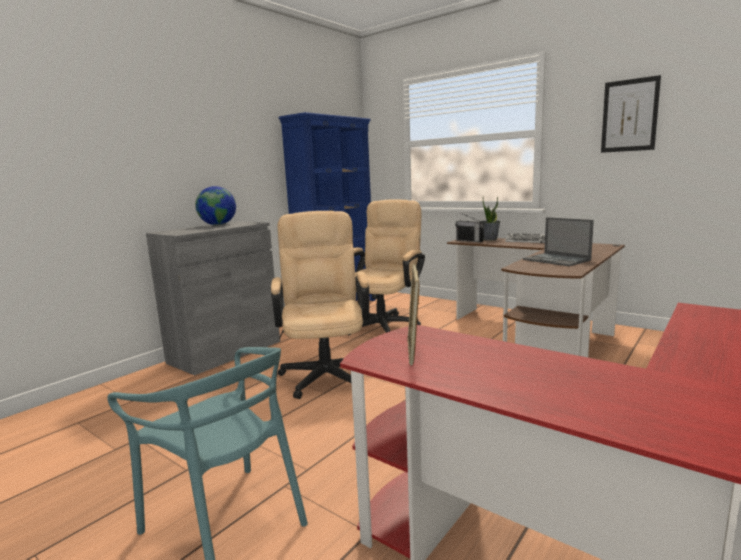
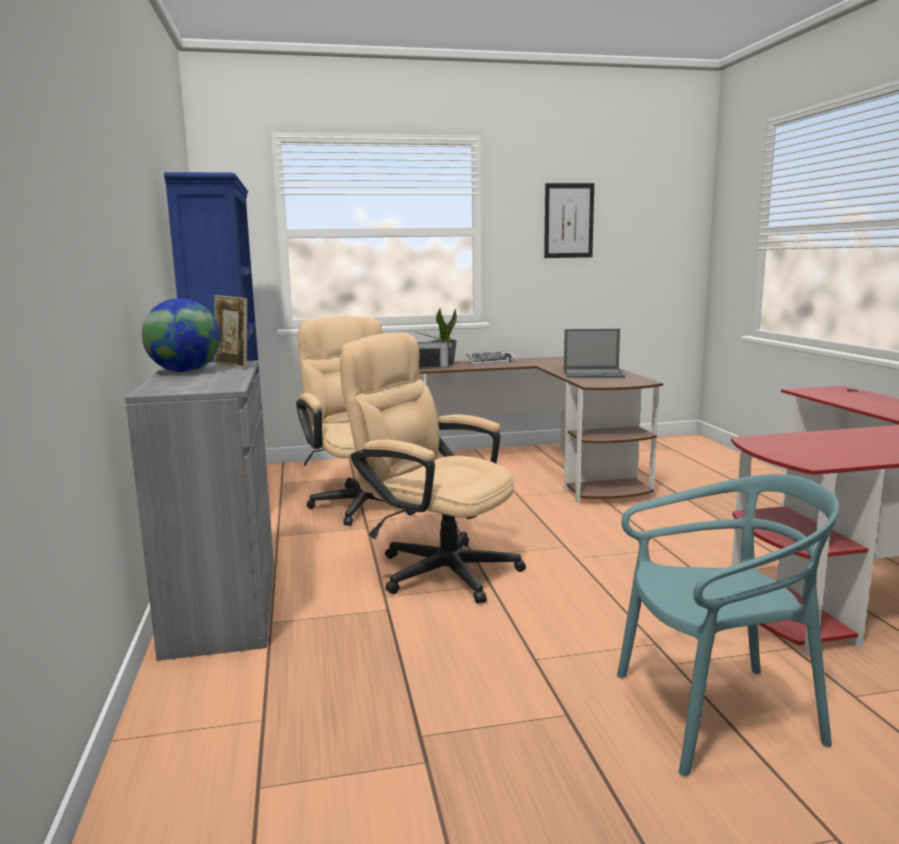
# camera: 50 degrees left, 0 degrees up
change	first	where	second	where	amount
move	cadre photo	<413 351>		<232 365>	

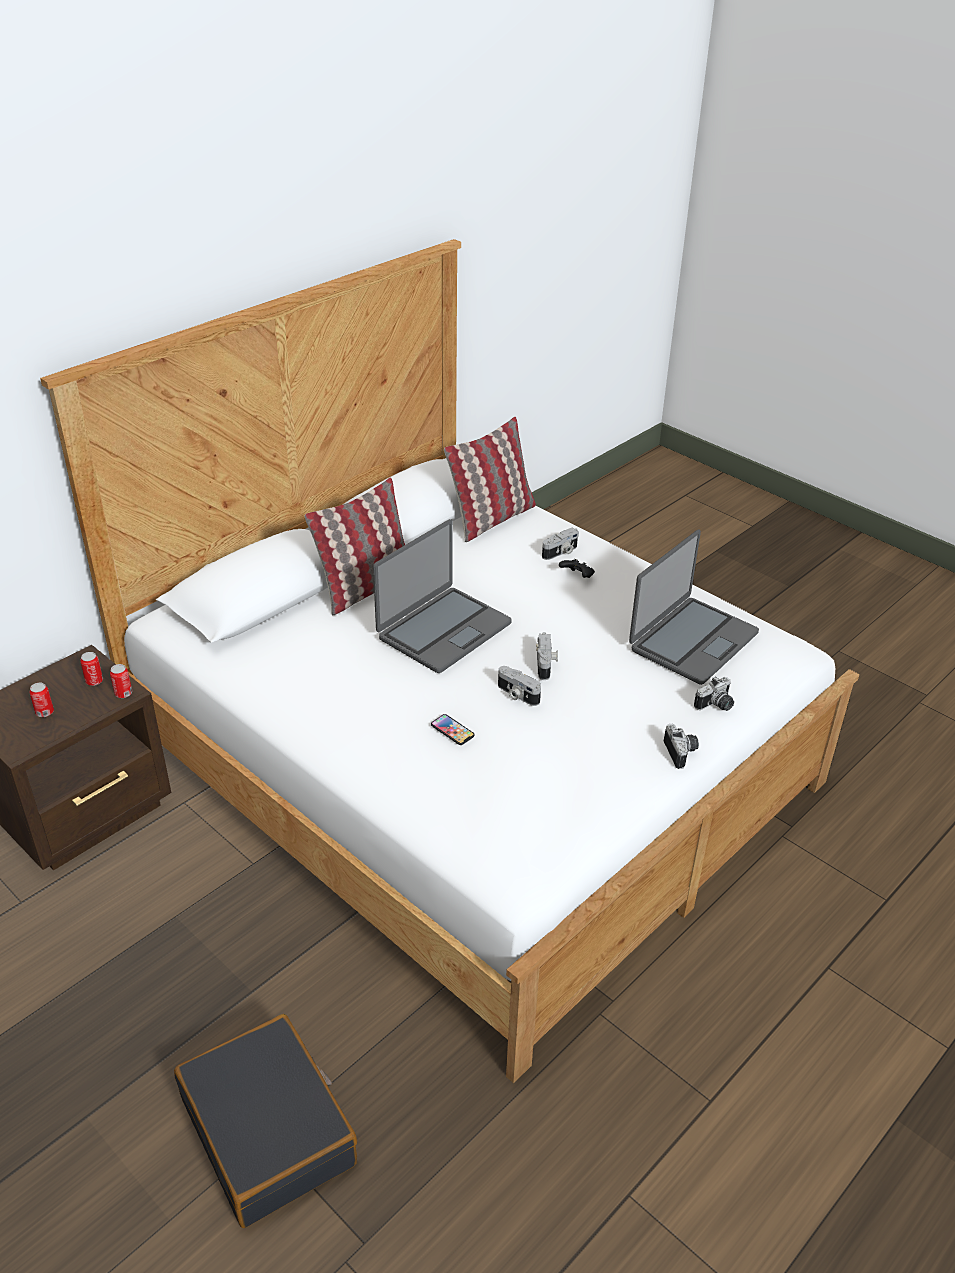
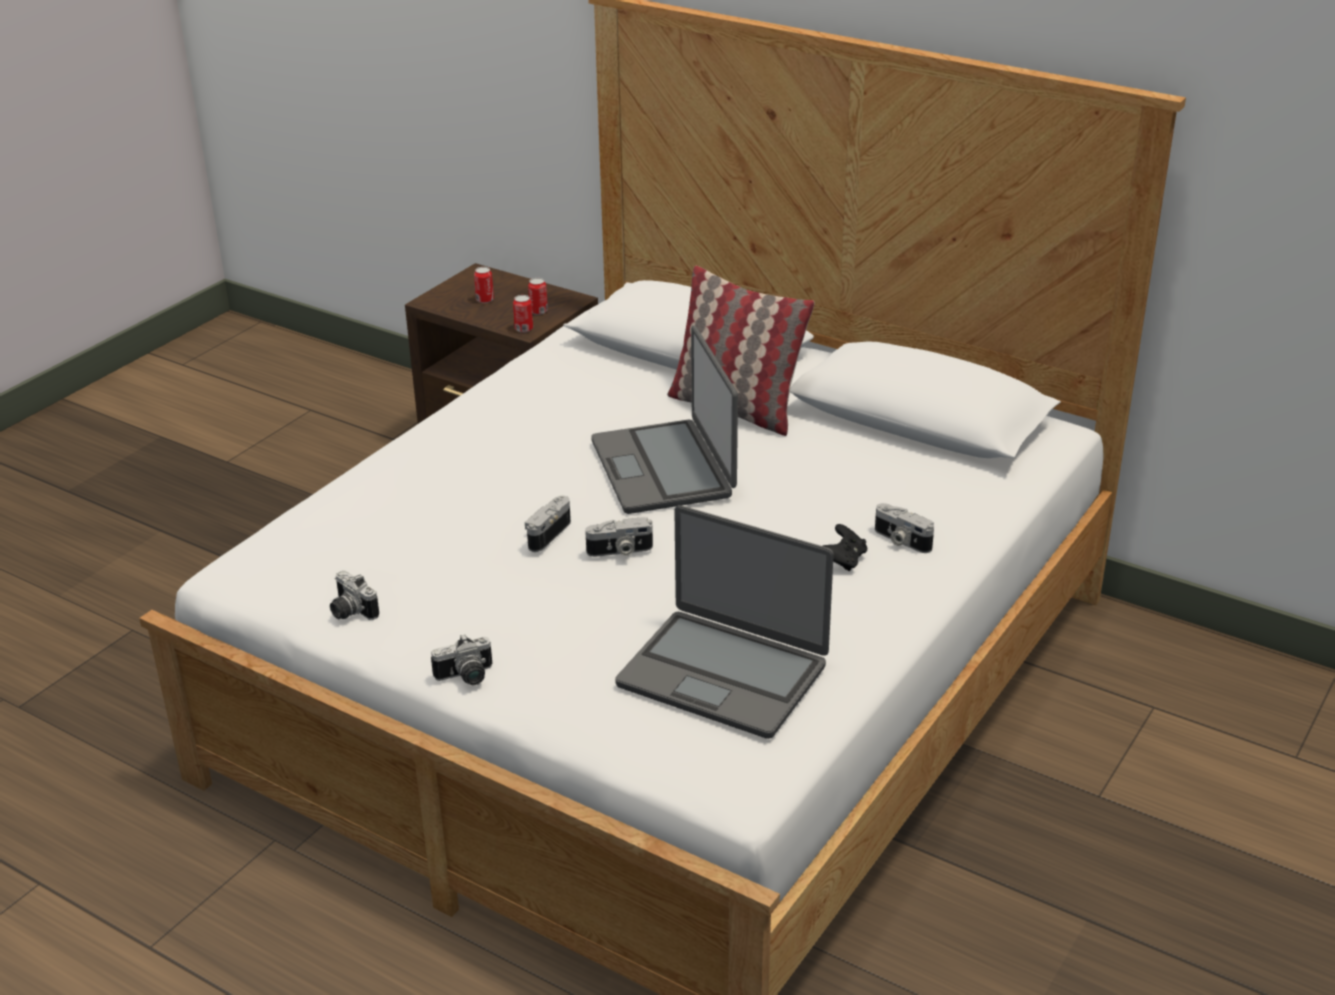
# camera: 80 degrees right, 5 degrees down
change	first	where	second	where	amount
delete	valise/noir	<269 1131>			
rotate	ordinateur portable	<443 630>		<664 468>	45 degrees clockwise
delete	téléphone	<452 730>			
delete	coussin	<491 519>			
move	appareil photo	<716 706>		<349 611>	

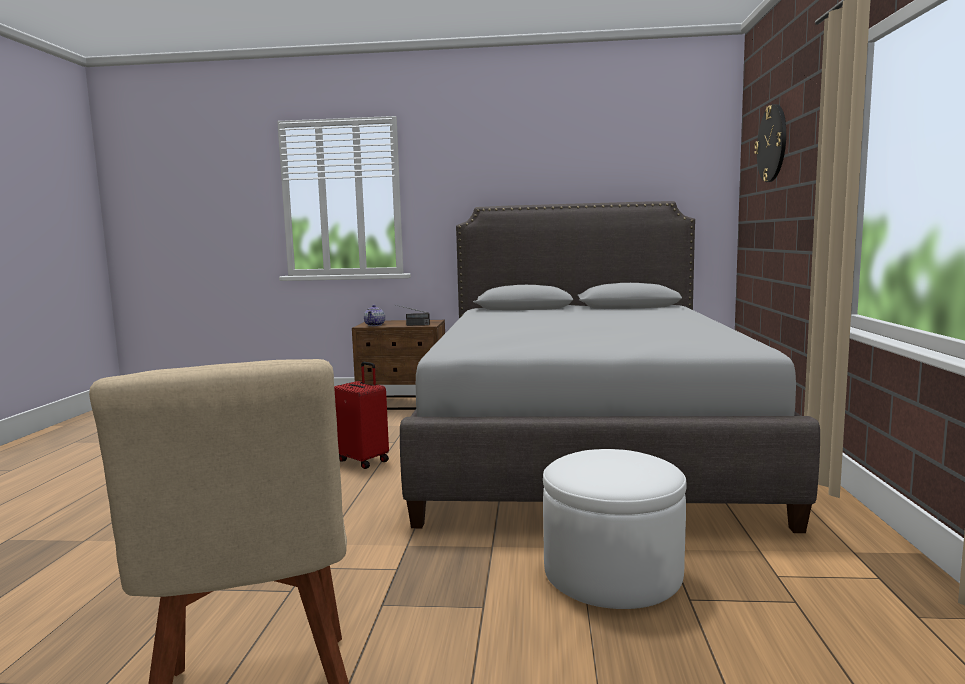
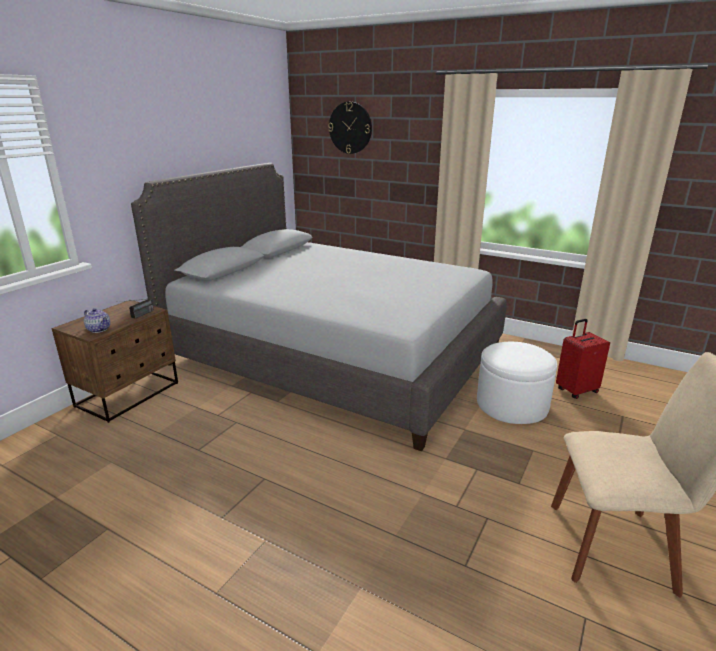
# camera: 65 degrees left, 15 degrees up
change	first	where	second	where	amount
move	valise/rouge	<363 460>		<576 390>	

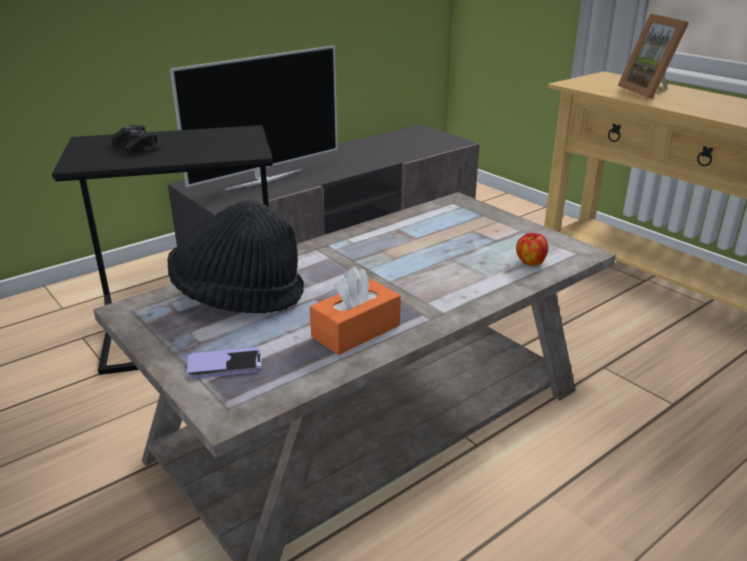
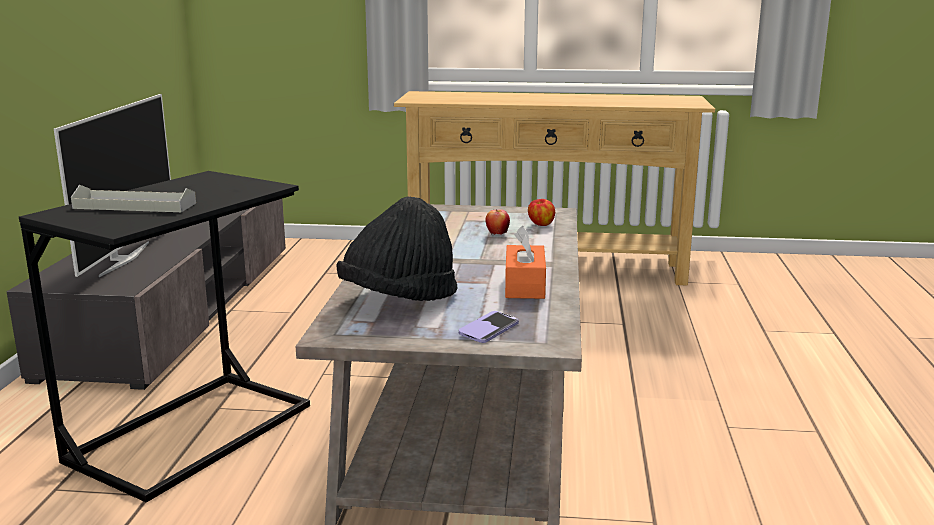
# camera: 45 degrees left, 10 degrees down
change	first	where	second	where	amount
replace	manette/noir	<136 146>	plateau/gris	<135 206>	
delete	cadre photo	<650 91>			
insert			pomme	<497 234>	

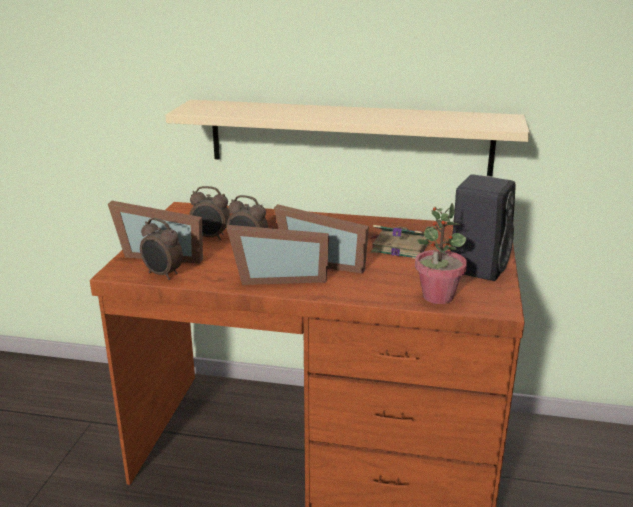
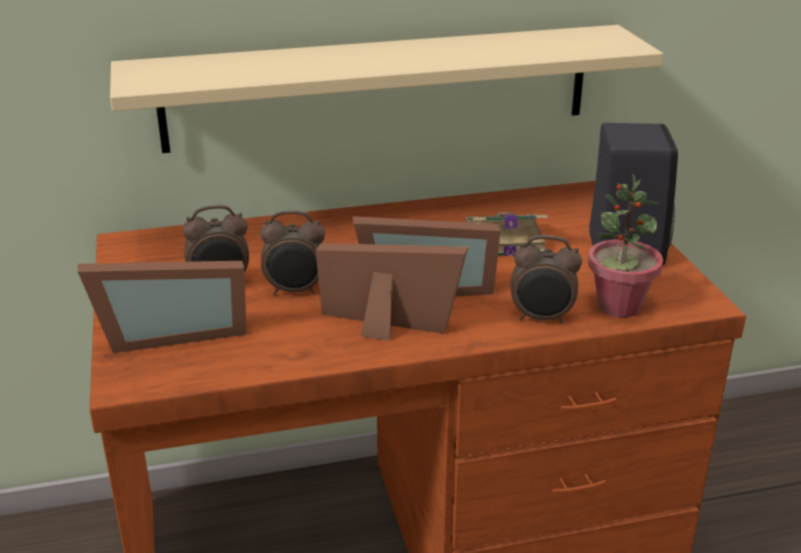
# camera: 25 degrees left, 5 degrees up
change	first	where	second	where	amount
move	réveil	<163 275>		<542 318>	
rotate	cadre photo	<279 277>		<387 328>	135 degrees counterclockwise

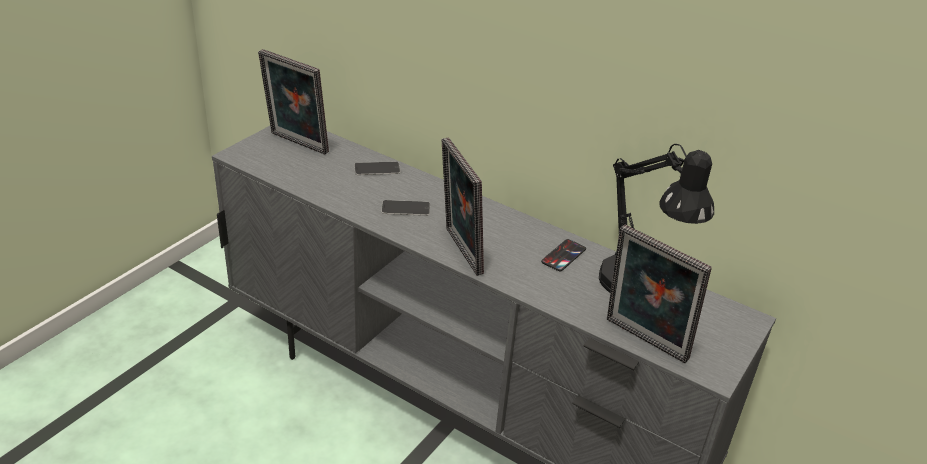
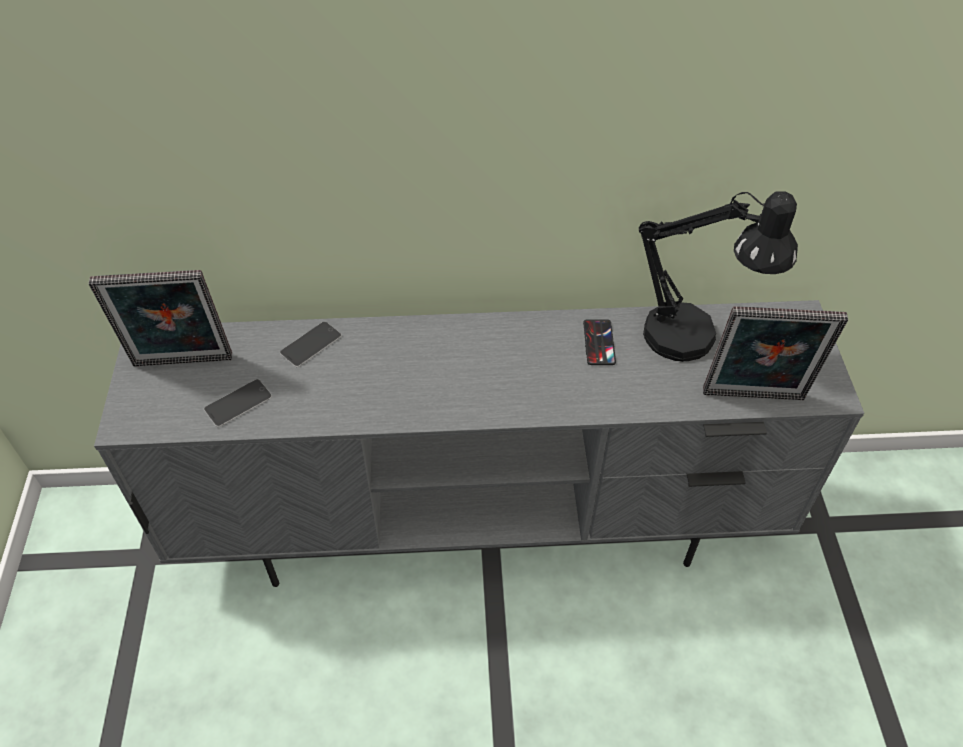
# camera: 35 degrees left, 15 degrees up
change	first	where	second	where	amount
move	téléphone	<405 208>		<238 403>	
delete	cadre photo	<459 252>			

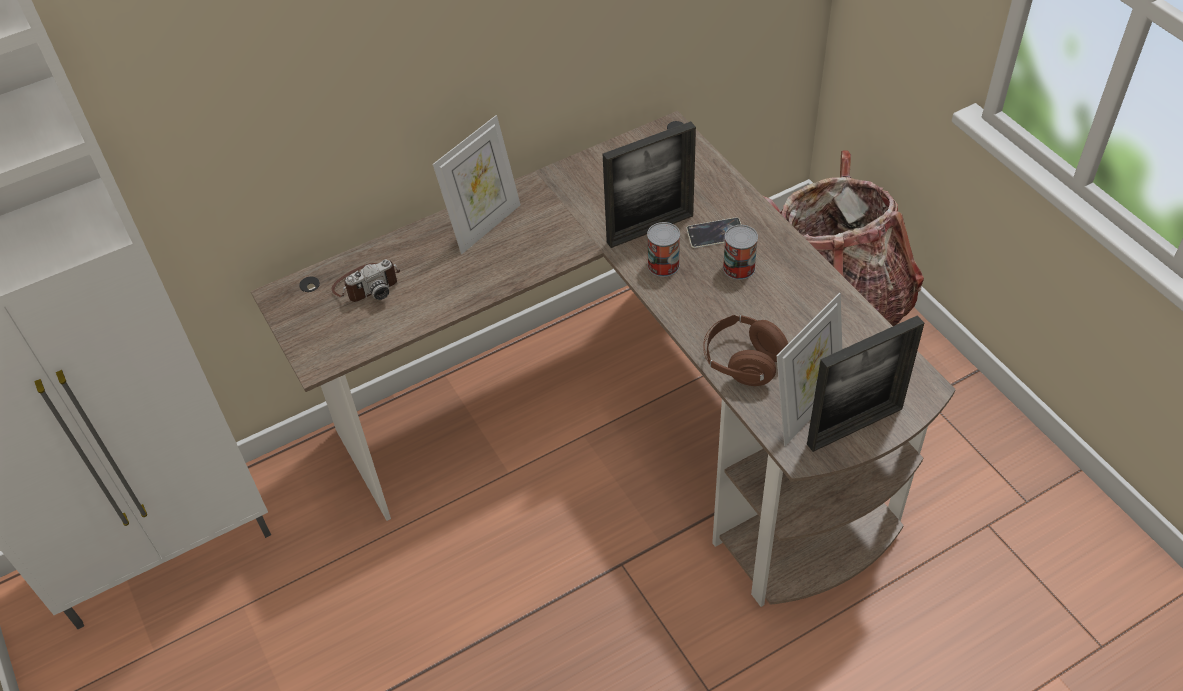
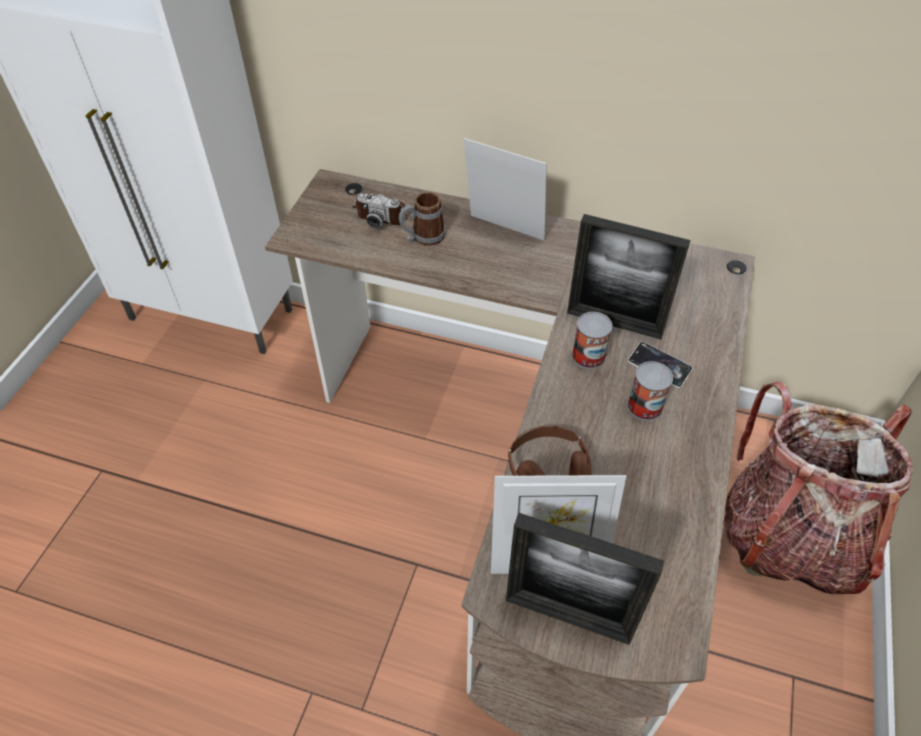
# camera: 45 degrees right, 0 degrees up
change	first	where	second	where	amount
rotate	cadre photo	<484 225>		<503 232>	150 degrees counterclockwise
insert			mug	<422 237>	

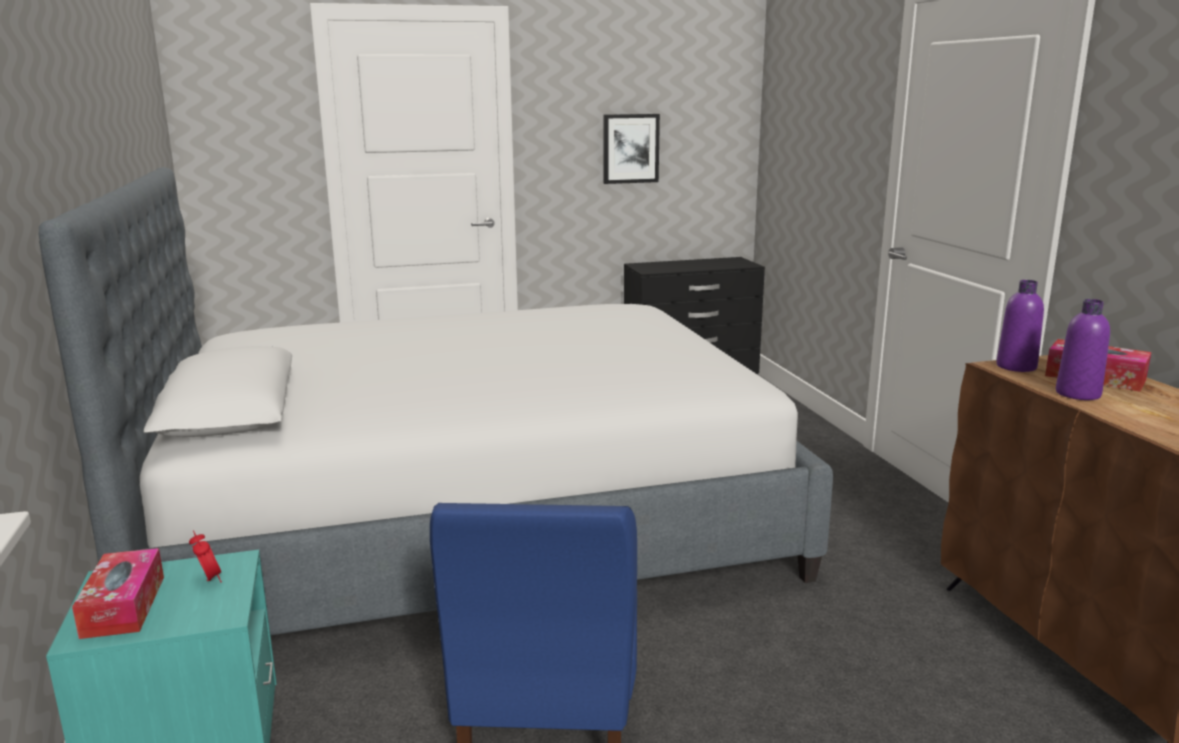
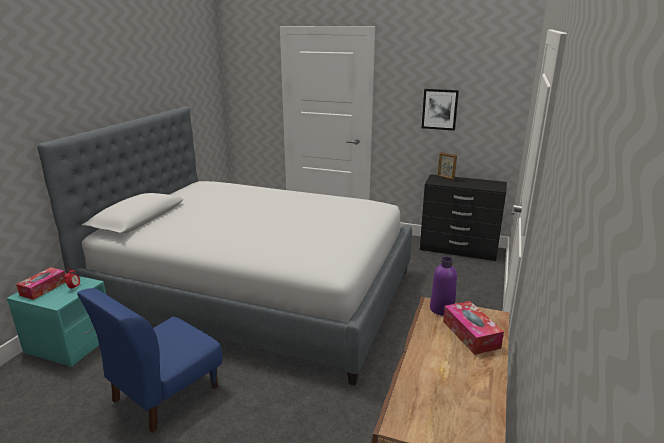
# camera: 35 degrees right, 5 degrees up
change	first	where	second	where	amount
delete	bouteille/violet	<1077 394>			
insert			cadre photo	<445 178>	

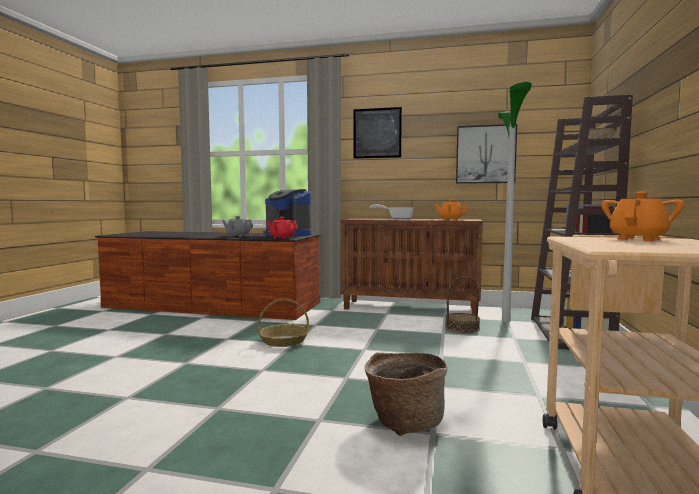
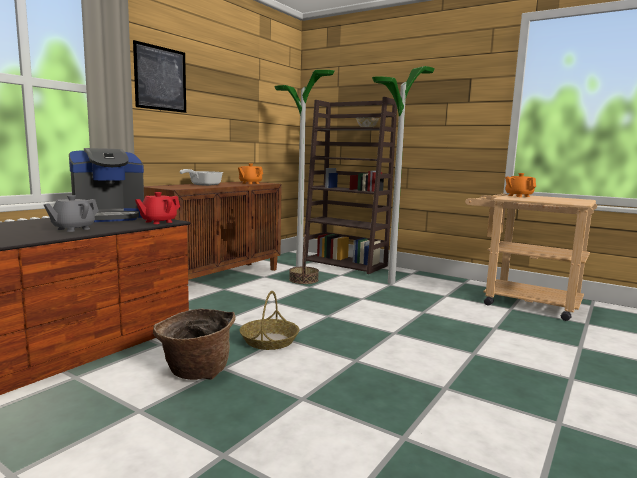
# camera: 70 degrees left, 5 degrees up
change	first	where	second	where	amount
move	panier	<404 422>		<195 372>	
delete	tableau	<485 154>			
insert			lampadaire	<391 282>	

